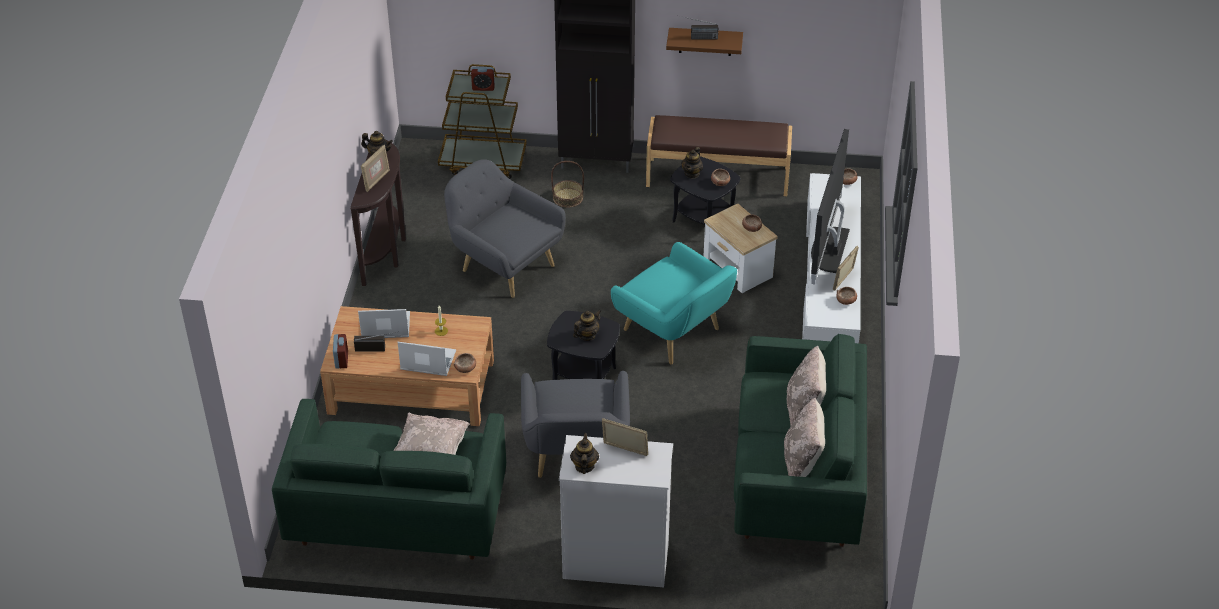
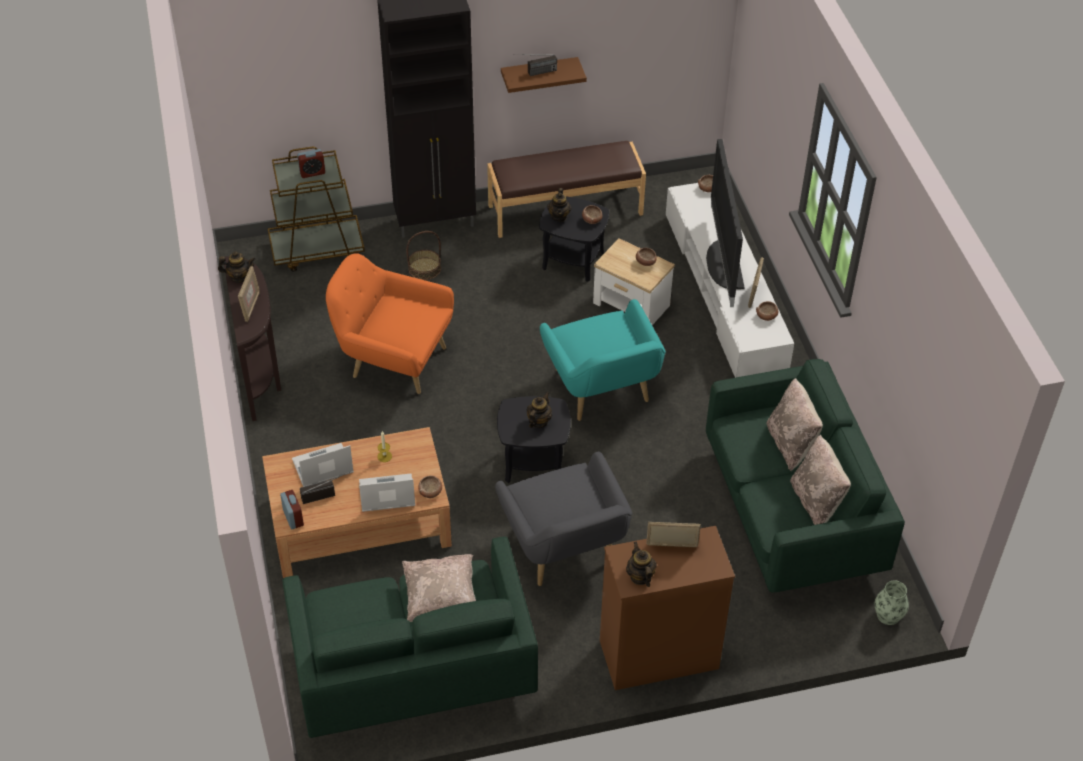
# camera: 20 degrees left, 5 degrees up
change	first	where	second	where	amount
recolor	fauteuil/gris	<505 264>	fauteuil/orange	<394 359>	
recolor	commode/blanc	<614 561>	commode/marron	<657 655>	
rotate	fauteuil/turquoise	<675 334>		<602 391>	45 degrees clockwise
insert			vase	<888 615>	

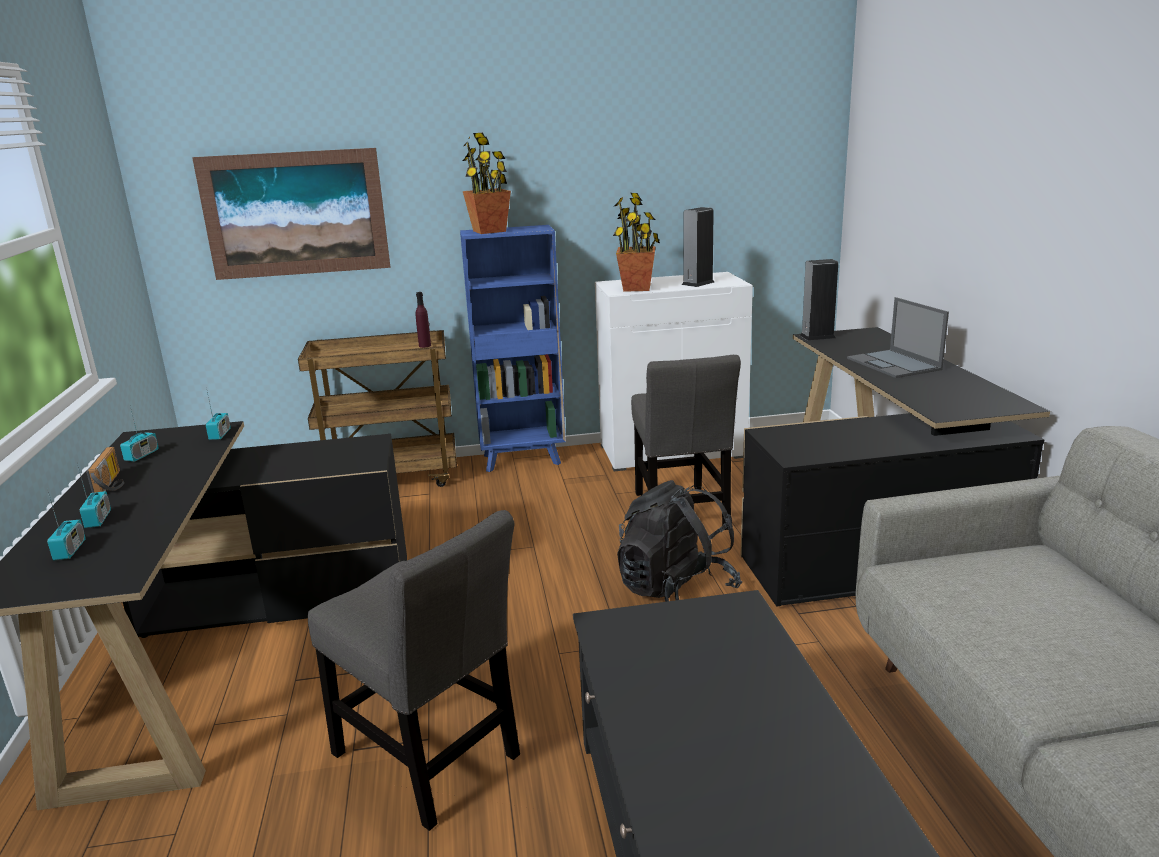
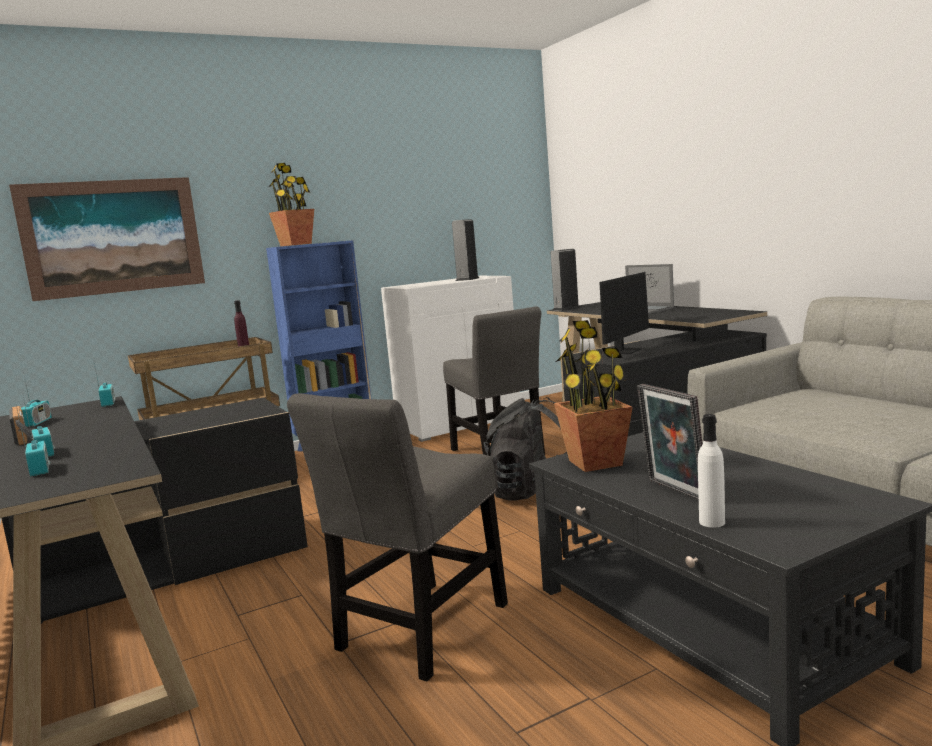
# camera: 20 degrees left, 10 degrees down
change	first	where	second	where	amount
rotate	chaise/gris	<430 761>		<419 632>	105 degrees clockwise
move	plante en pot	<637 288>		<596 462>	
insert			écran d'ordinateur	<626 350>	
insert			cadre photo	<673 491>	
insert			bouteille/blanc	<712 522>	

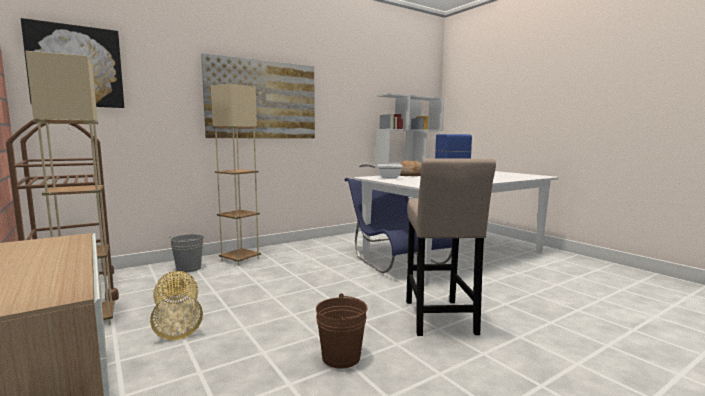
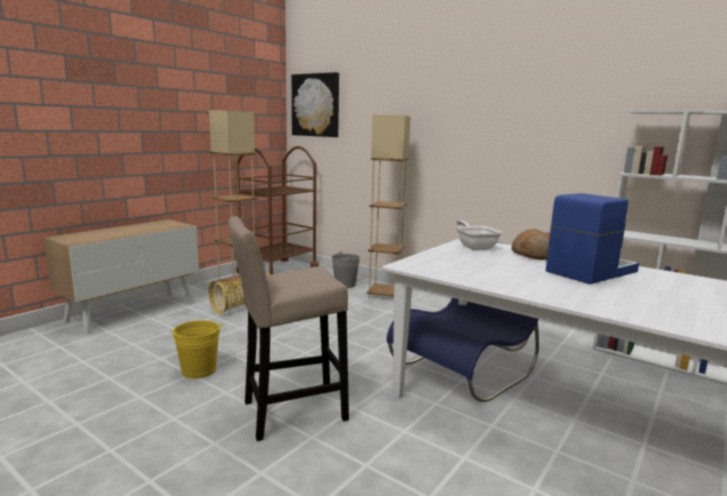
# camera: 70 degrees right, 5 degrees up
change	first	where	second	where	amount
delete	tableau	<262 100>			
recolor	seau/marron	<341 357>	seau/jaune	<198 370>	

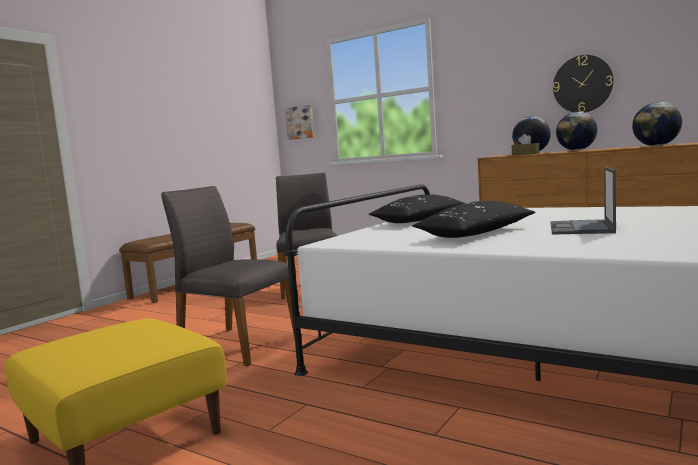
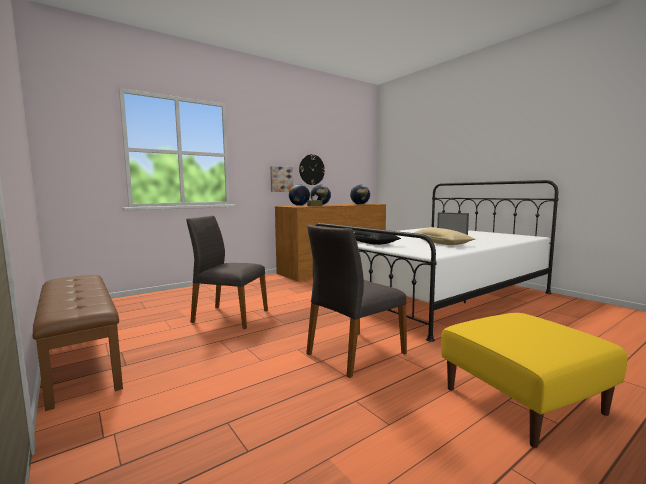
# camera: 70 degrees left, 0 degrees up
change	first	where	second	where	amount
move	tableau	<300 122>		<281 179>	
recolor	coussin/noir	<476 233>	coussin/beige	<441 243>	

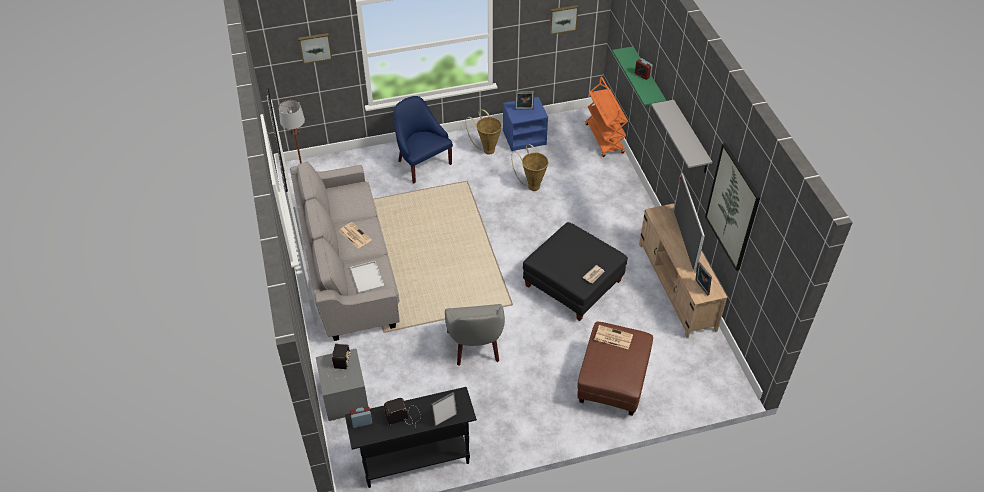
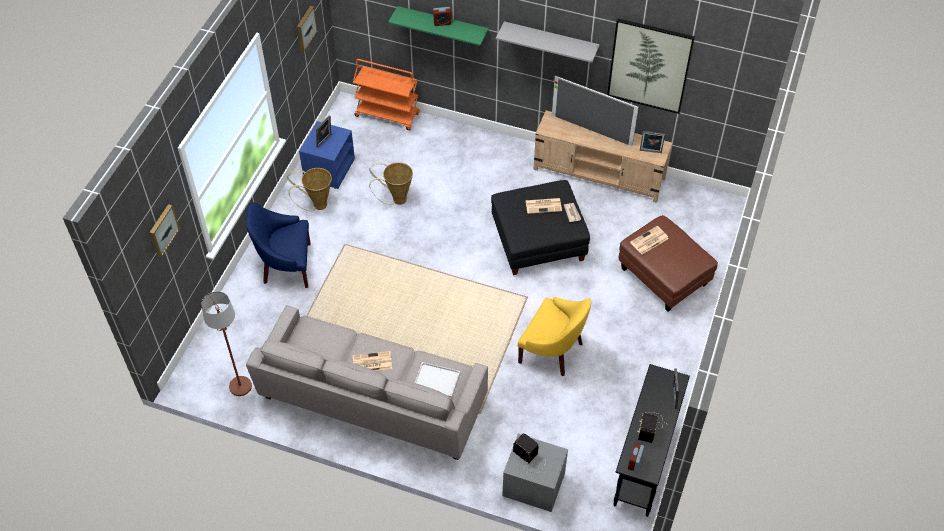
# camera: 55 degrees left, 5 degrees up
change	first	where	second	where	amount
recolor	fauteuil/gris	<476 346>	fauteuil/jaune	<553 350>	
insert			journal	<544 205>	

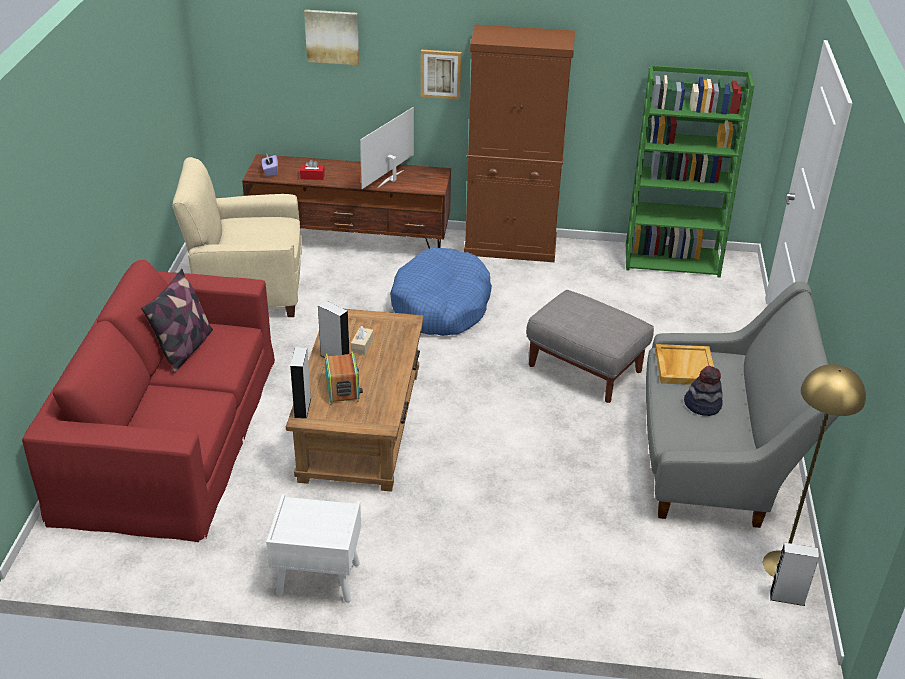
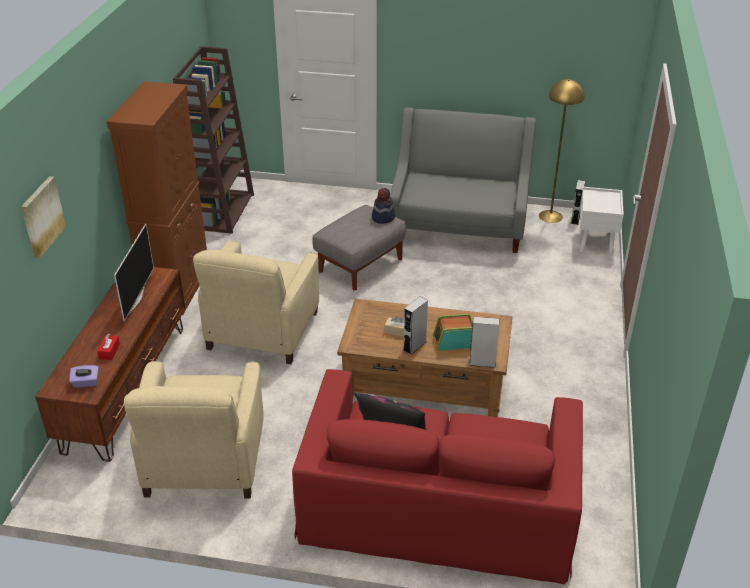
# camera: 85 degrees left, 0 degrees up
change	first	where	second	where	amount
move	table de chevet/blanc	<317 579>		<596 242>	
rotate	téléviseur	<391 179>		<136 299>	120 degrees counterclockwise
replace	panier pour chien/bleu	<441 306>	fauteuil/beige	<262 331>	
delete	tableau	<441 73>			
recolor	bibliothèque/vert	<673 260>	bibliothèque/marron	<224 211>	
delete	plateau/beige	<684 367>			
move	chapeau	<702 405>		<383 217>	

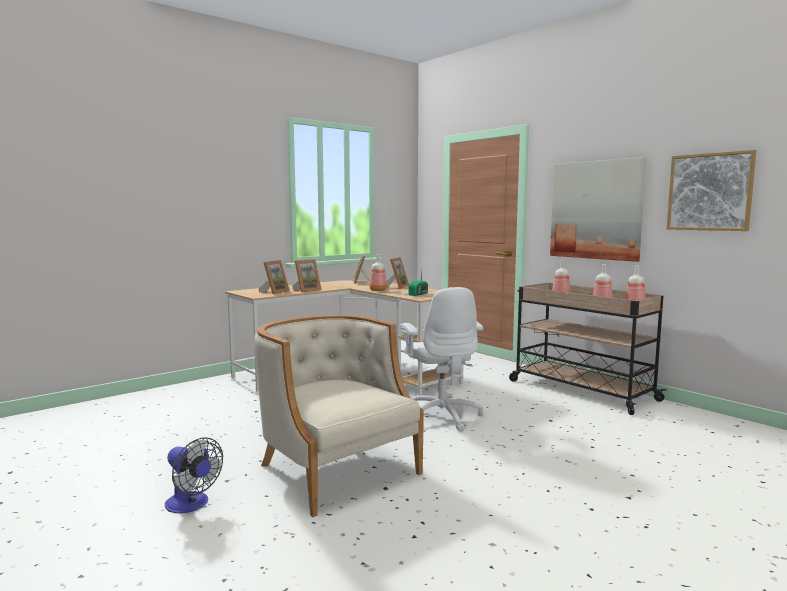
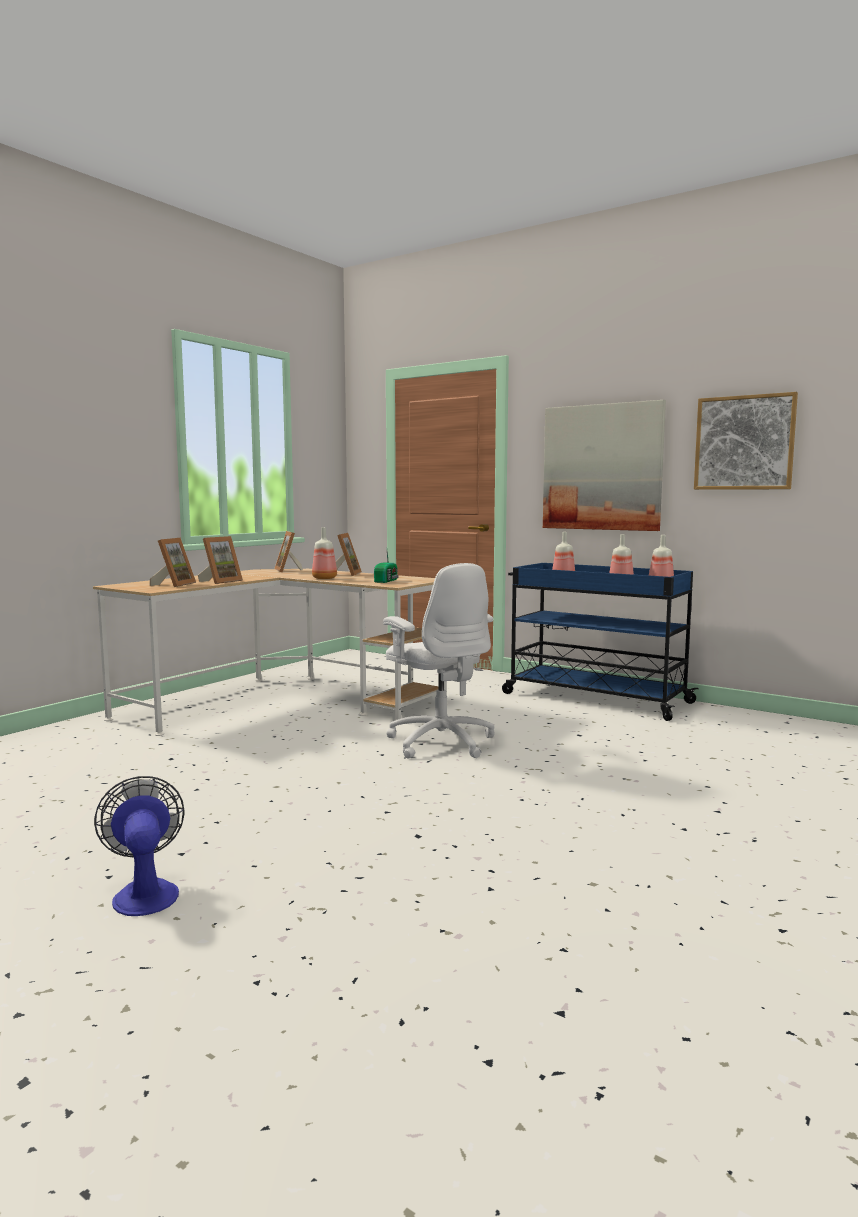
# camera: 15 degrees left, 0 degrees up
change	first	where	second	where	amount
rotate	ventilateur	<191 505>		<145 892>	135 degrees counterclockwise
delete	fauteuil/beige	<334 469>			
recolor	chariot/beige	<580 390>	chariot/bleu	<594 698>	

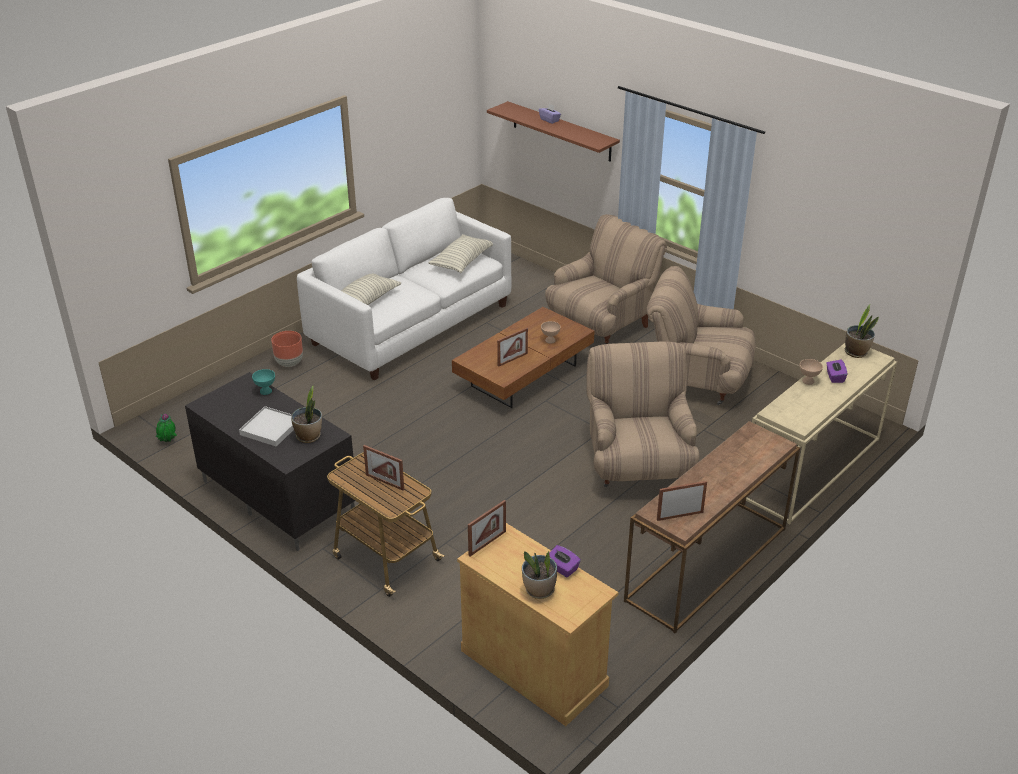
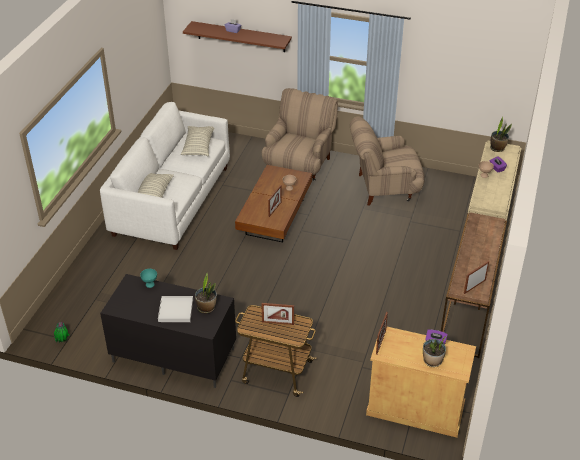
# camera: 25 degrees left, 5 degrees up
change	first	where	second	where	amount
delete	cache-pot/marron	<289 363>			
delete	fauteuil/beige	<637 464>			

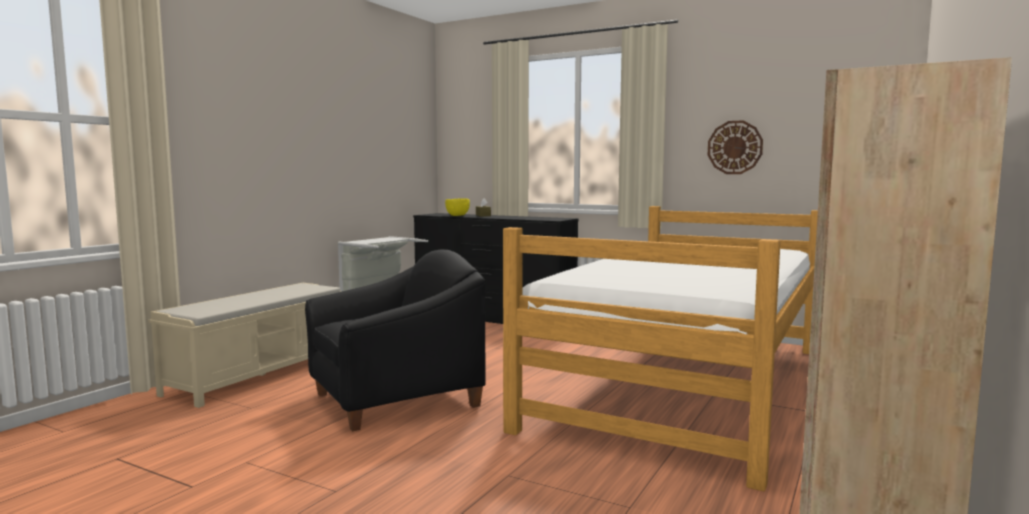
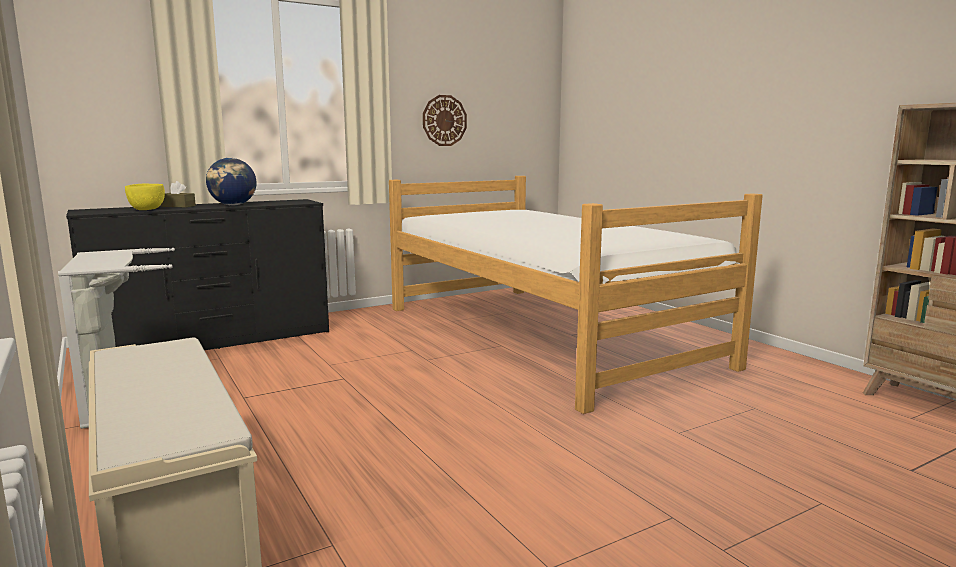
# camera: 60 degrees left, 5 degrees up
change	first	where	second	where	amount
delete	fauteuil/noir	<395 400>			
insert			globe	<233 205>	

